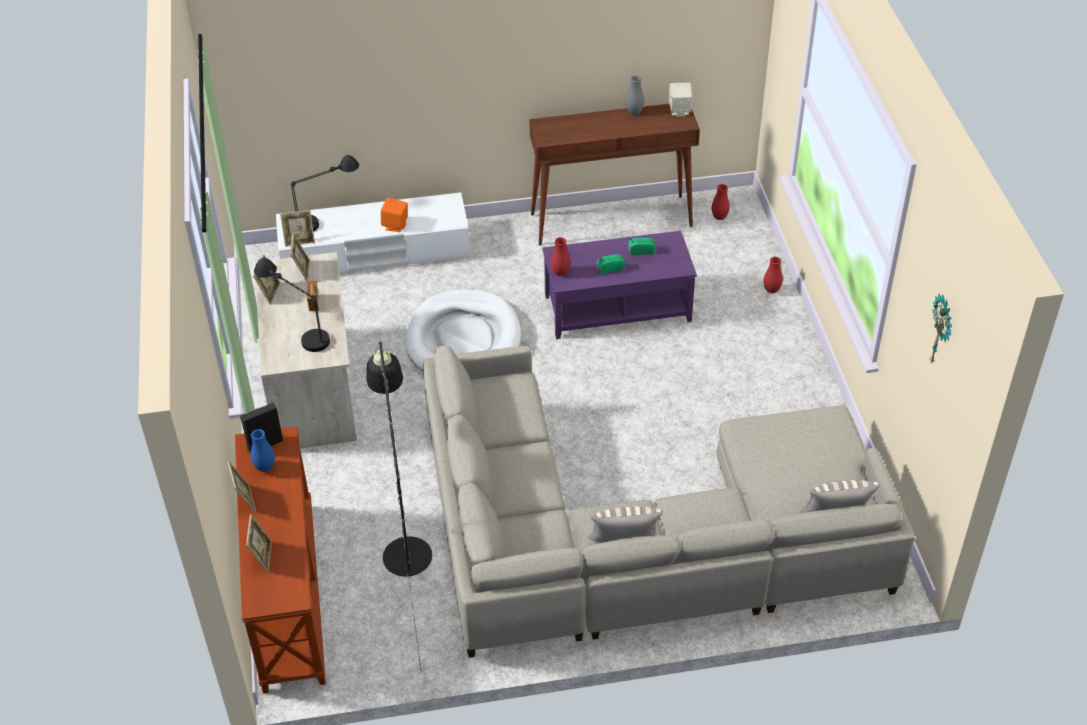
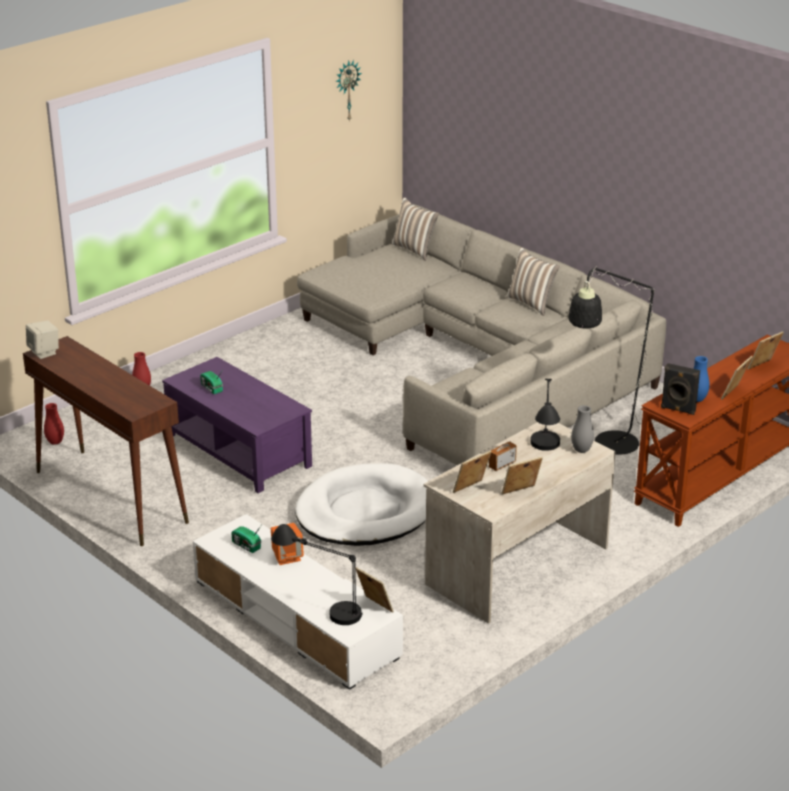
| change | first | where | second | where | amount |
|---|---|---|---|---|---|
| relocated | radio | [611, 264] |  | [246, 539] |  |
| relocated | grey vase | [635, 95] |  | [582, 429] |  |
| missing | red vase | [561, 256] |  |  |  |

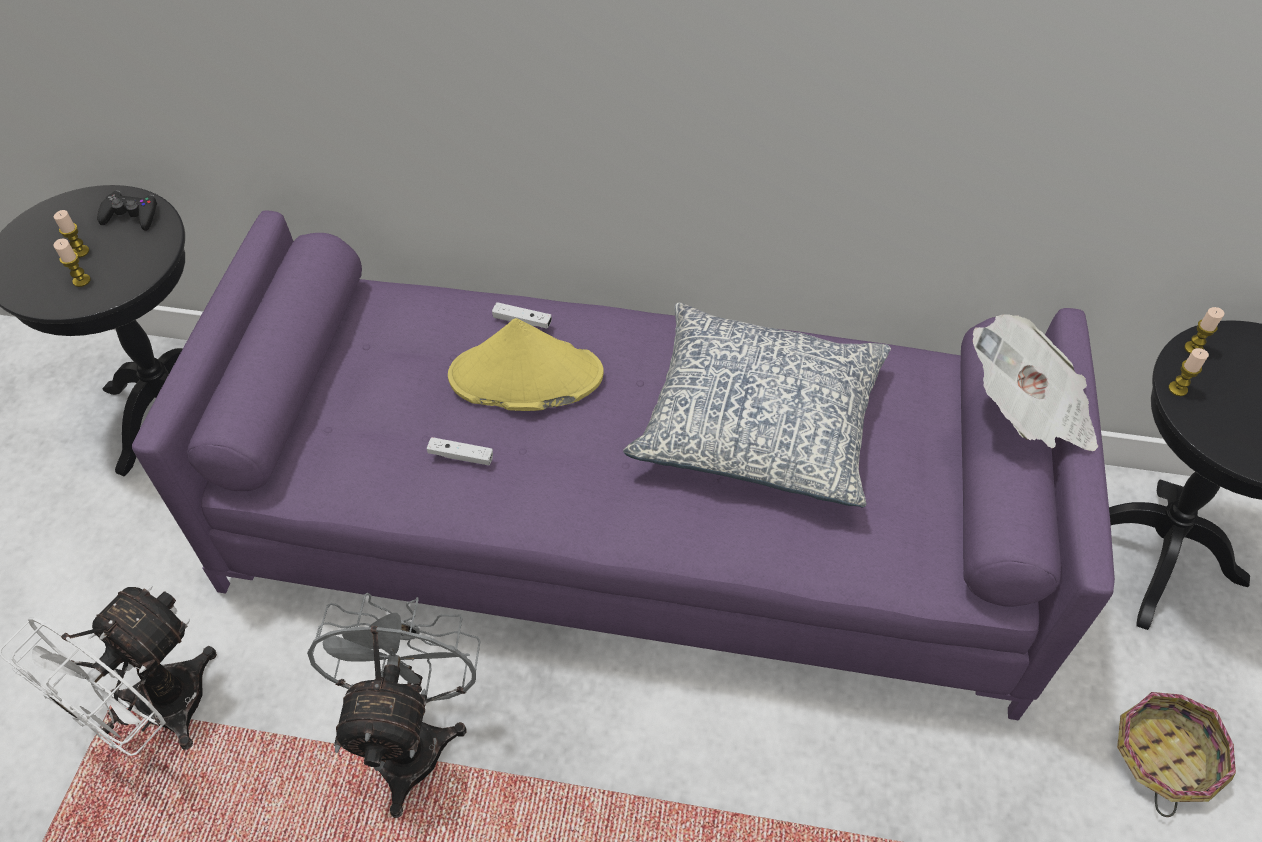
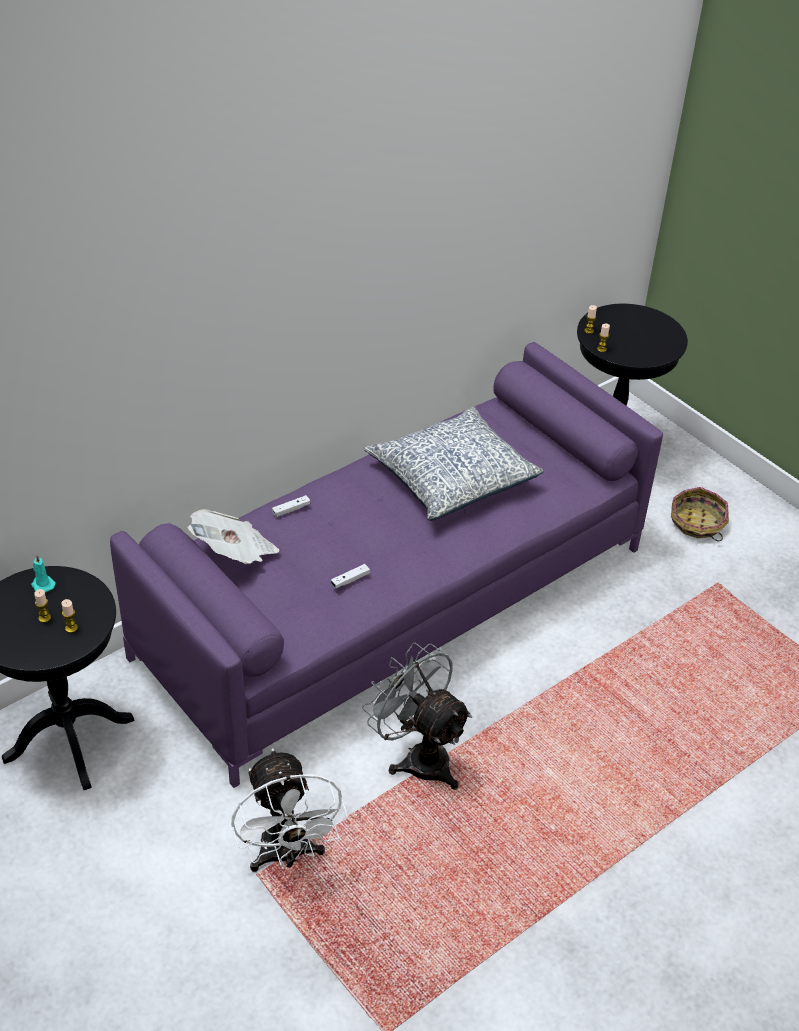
| change | first | where | second | where | amount |
|---|---|---|---|---|---|
| exchanged | black game controller | [127, 210] | turquoise candle | [43, 574] |  |
| relocated | newspaper | [1035, 382] |  | [233, 536] |  |
| missing | yellow hat | [526, 364] |  |  |  |

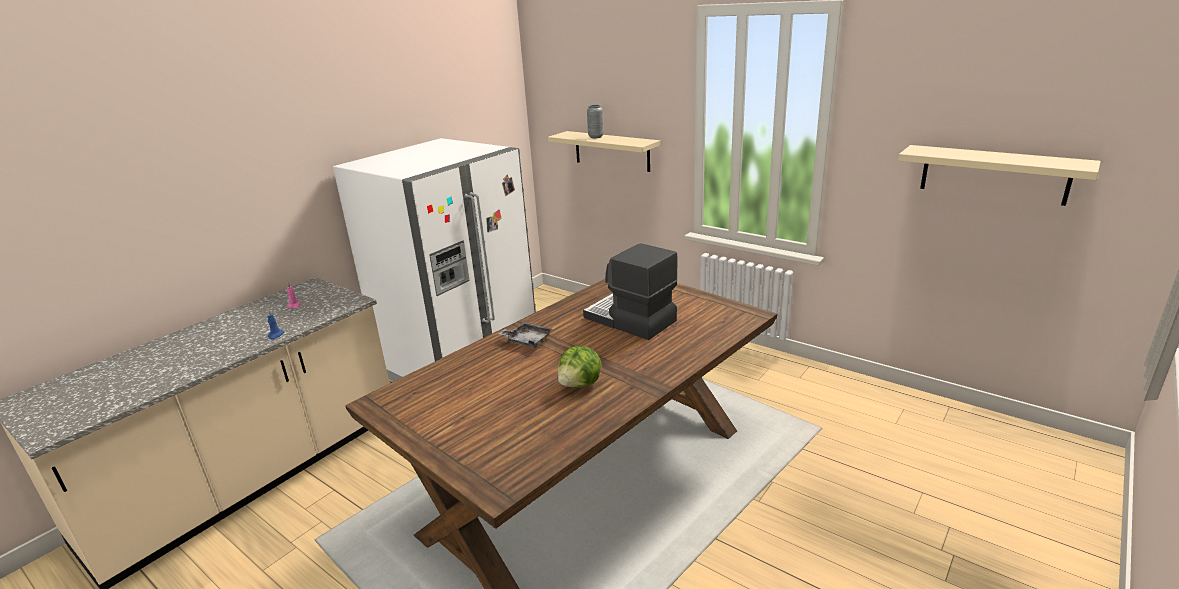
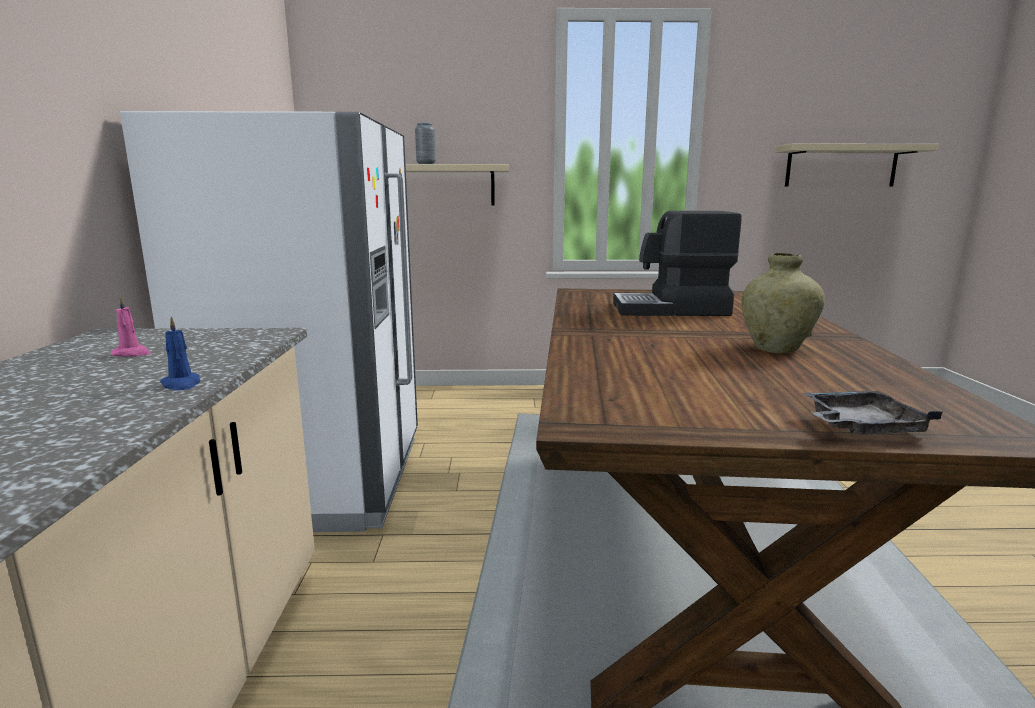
| change | first | where | second | where | amount |
|---|---|---|---|---|---|
| exchanged | lettuce | [579, 367] | beige vase | [783, 303] |  |
| relocated | grey tray | [525, 335] |  | [872, 413] |  |

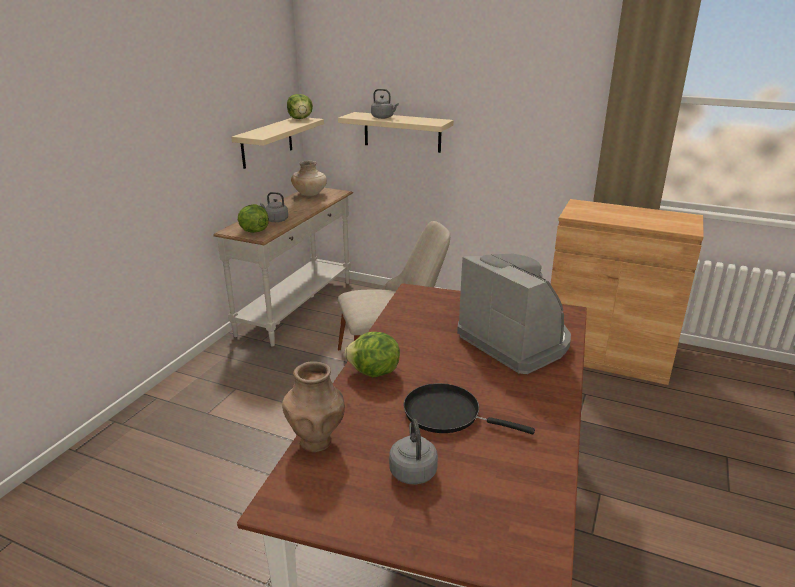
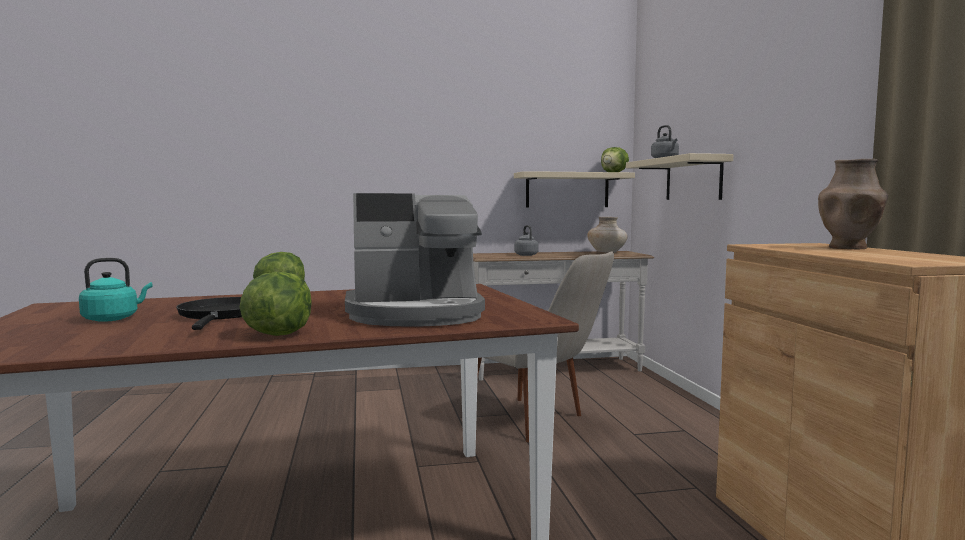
| change | first | where | second | where | amount |
|---|---|---|---|---|---|
| colour | grey kettle | [413, 451] | turquoise kettle | [115, 290] |  |
| relocated | lettuce | [253, 218] |  | [276, 304] |  |
| spun | coffee machine | [514, 314] |  | [415, 260] | 60 degrees clockwise |
| relocated | brown vase | [313, 406] |  | [853, 204] |  |

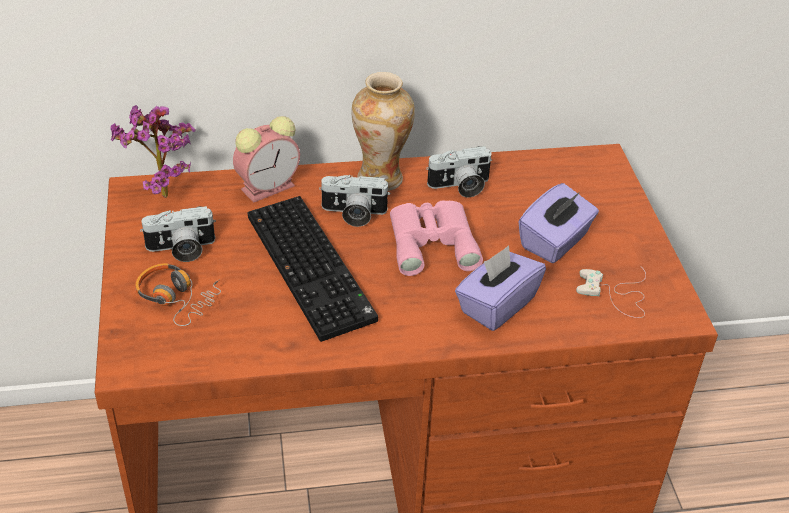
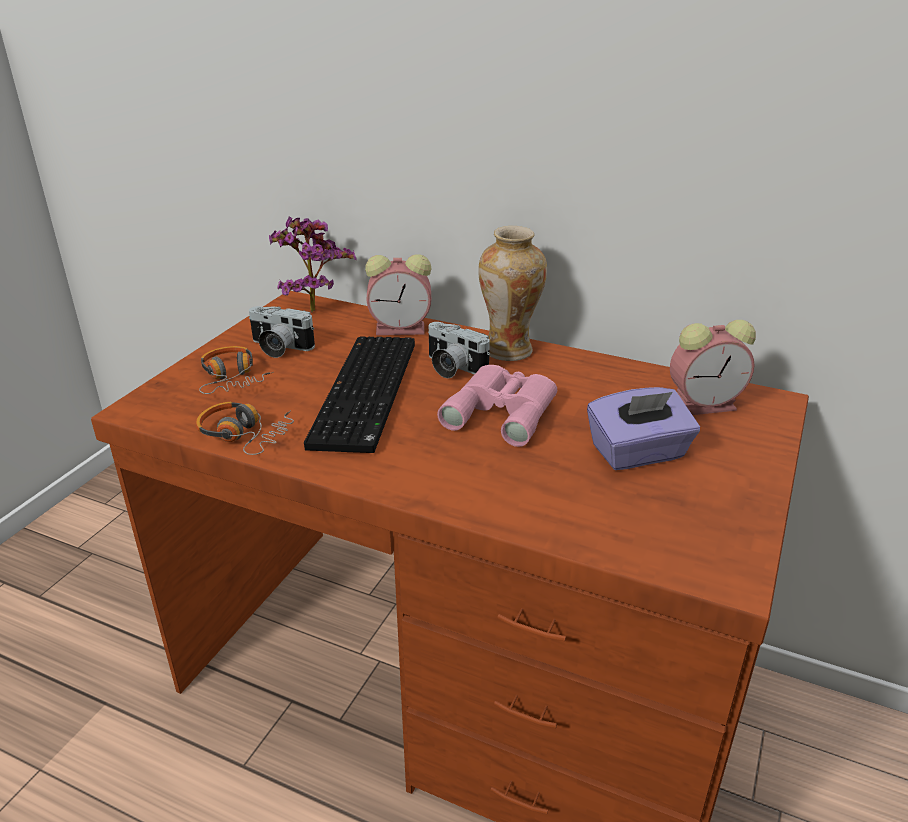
| change | first | where | second | where | amount |
|---|---|---|---|---|---|
| appeared |  |  | headphones | [245, 428] |  |
| appeared |  |  | alarm clock | [713, 367] |  |
| missing | photo camera | [459, 171] |  |  |  |
| missing | purple tissue box | [500, 288] |  |  |  |
| missing | white game controller | [611, 292] |  |  |  |

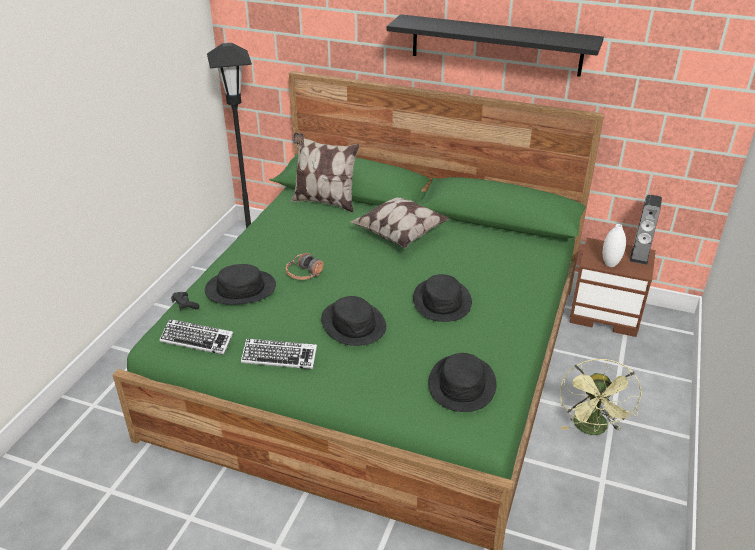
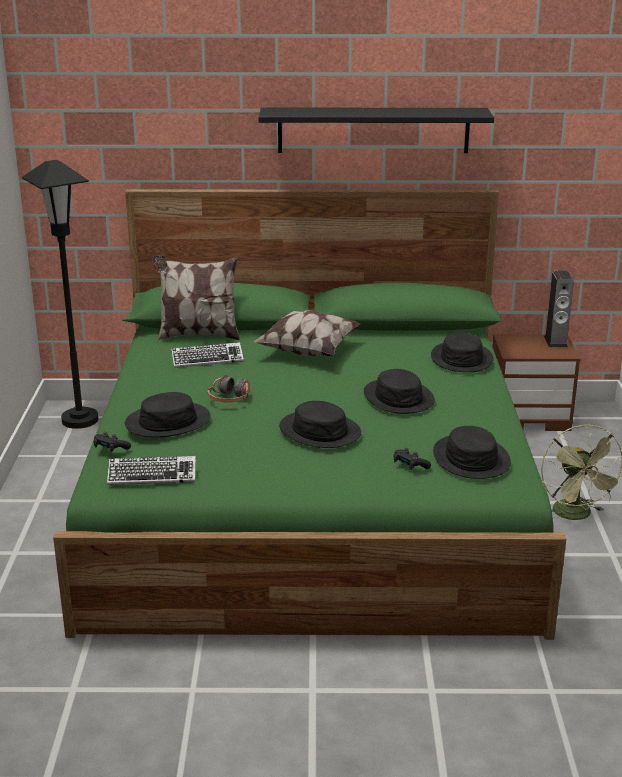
| change | first | where | second | where | amount |
|---|---|---|---|---|---|
| relocated | keyboard | [279, 353] |  | [207, 355] |  |
| appeared |  |  | black game controller | [412, 459] |  |
| appeared |  |  | black hat | [462, 352] |  |
| missing | white vase | [614, 245] |  |  |  |

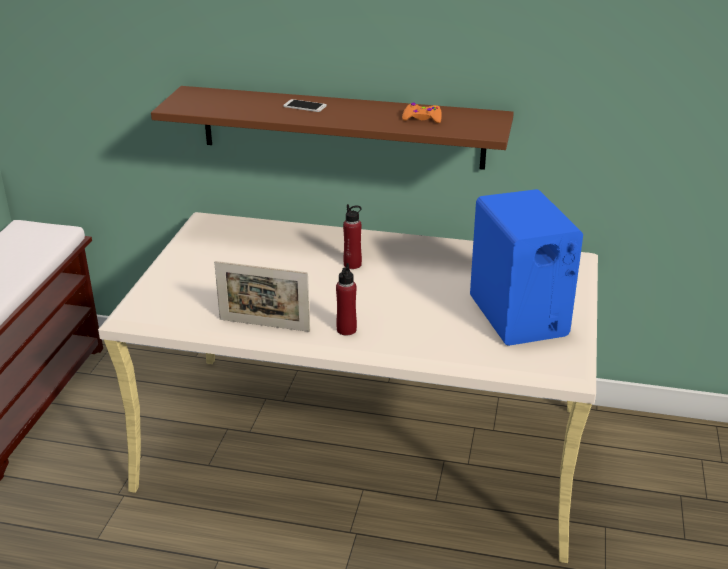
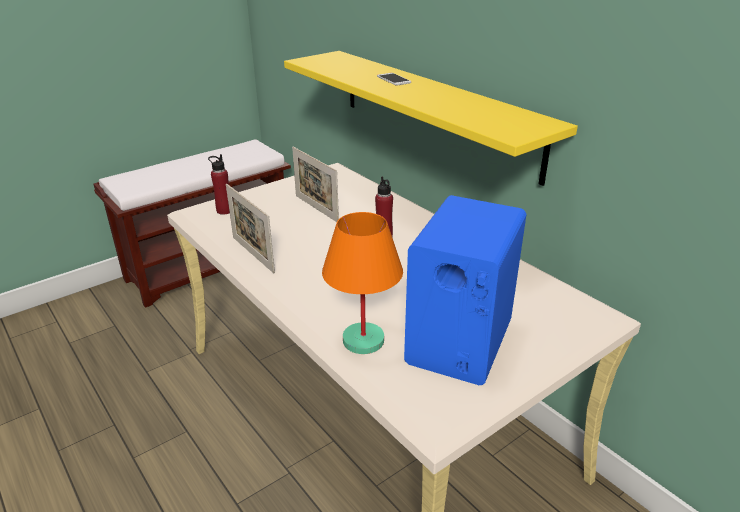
| change | first | where | second | where | amount |
|---|---|---|---|---|---|
| relocated | red bottle | [346, 299] |  | [219, 184] |  |
| colour | brown shelf | [332, 128] | yellow shelf | [431, 118] |  |
| appeared |  |  | picture frame | [315, 184] |  |
| appeared |  |  | orange table lamp | [362, 283] |  |
| missing | orange game controller | [422, 113] |  |  |  |

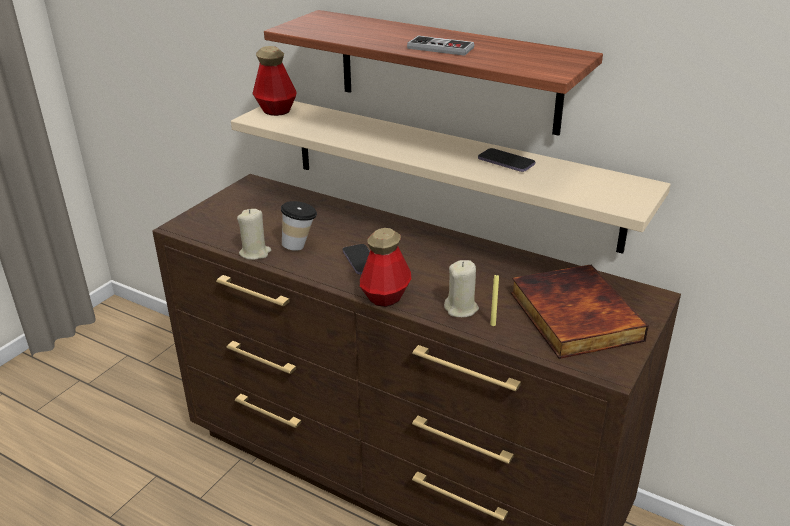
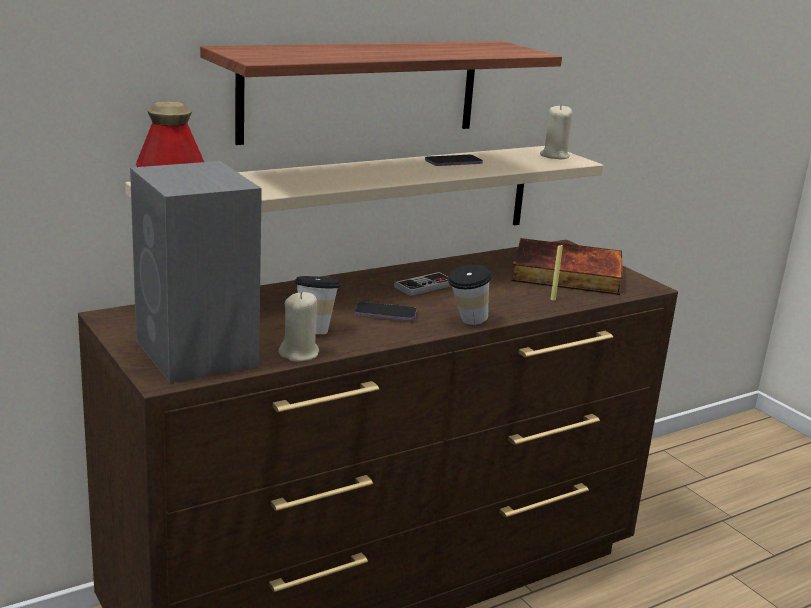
| change | first | where | second | where | amount |
|---|---|---|---|---|---|
| appeared |  |  | grey speaker | [196, 272] |  |
| relocated | game controller | [440, 46] |  | [422, 284] |  |
| exchanged | bottle | [385, 267] | cup | [470, 295] |  |
| relocated | beige candle | [461, 288] |  | [556, 131] |  |

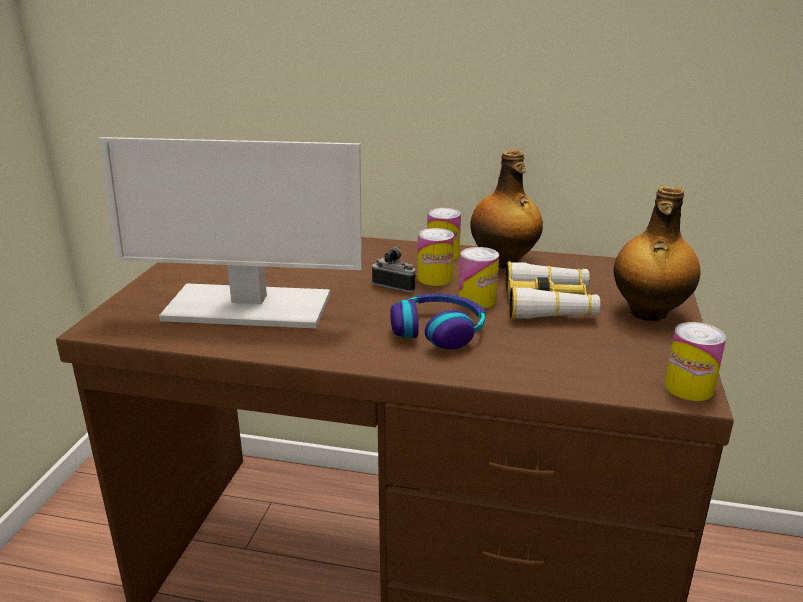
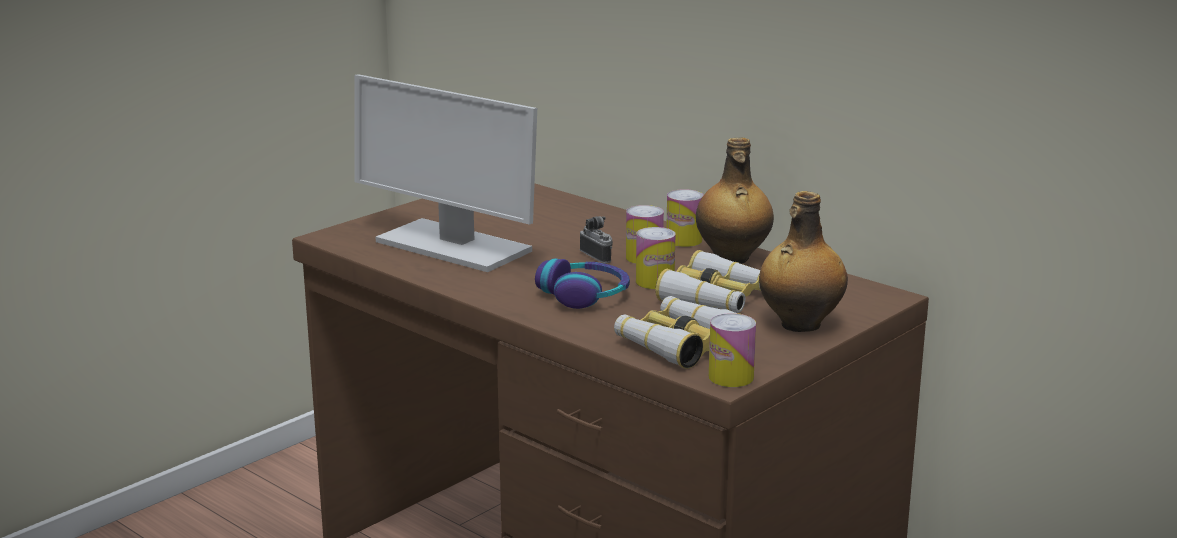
| change | first | where | second | where | amount |
|---|---|---|---|---|---|
| appeared |  |  | binoculars | [678, 332] |  |

